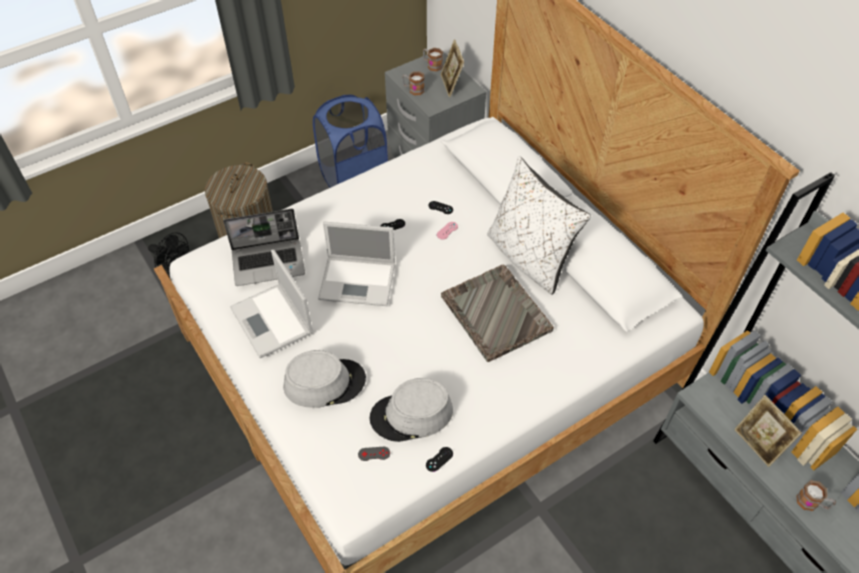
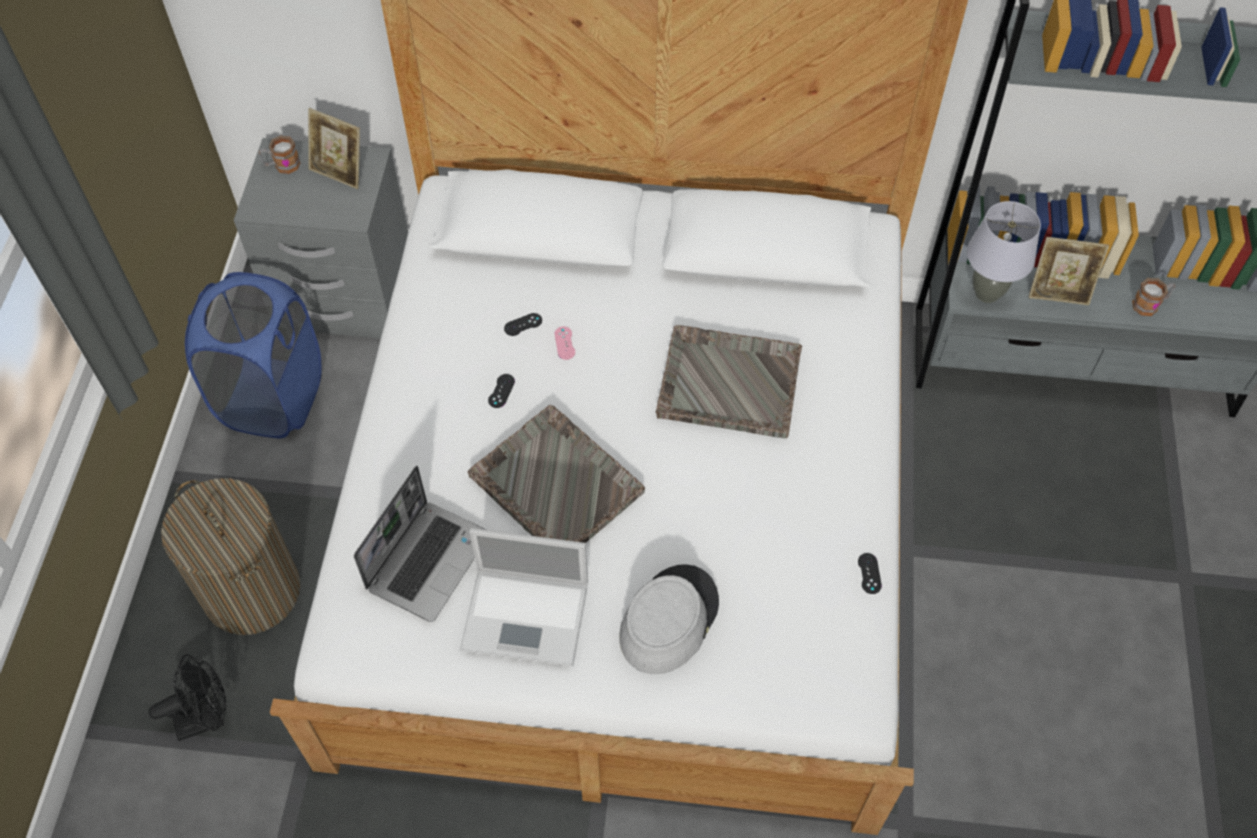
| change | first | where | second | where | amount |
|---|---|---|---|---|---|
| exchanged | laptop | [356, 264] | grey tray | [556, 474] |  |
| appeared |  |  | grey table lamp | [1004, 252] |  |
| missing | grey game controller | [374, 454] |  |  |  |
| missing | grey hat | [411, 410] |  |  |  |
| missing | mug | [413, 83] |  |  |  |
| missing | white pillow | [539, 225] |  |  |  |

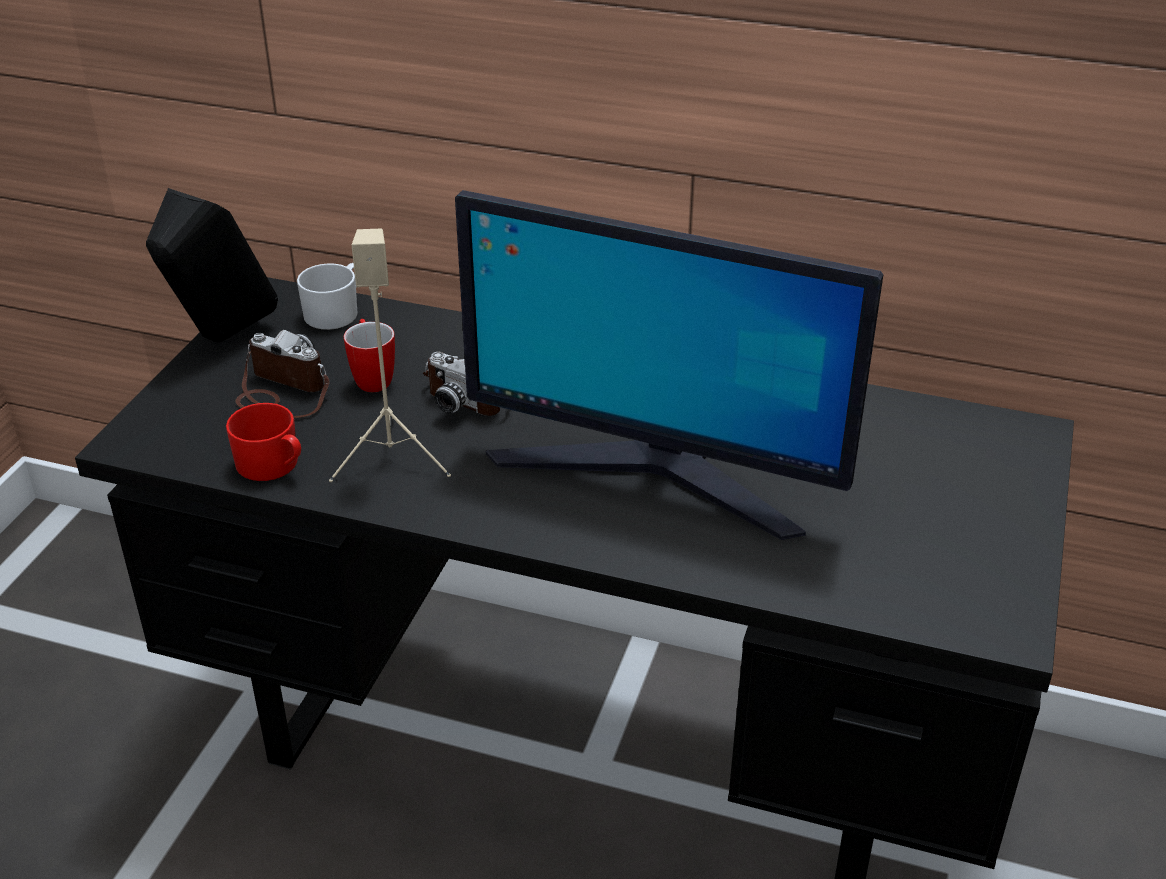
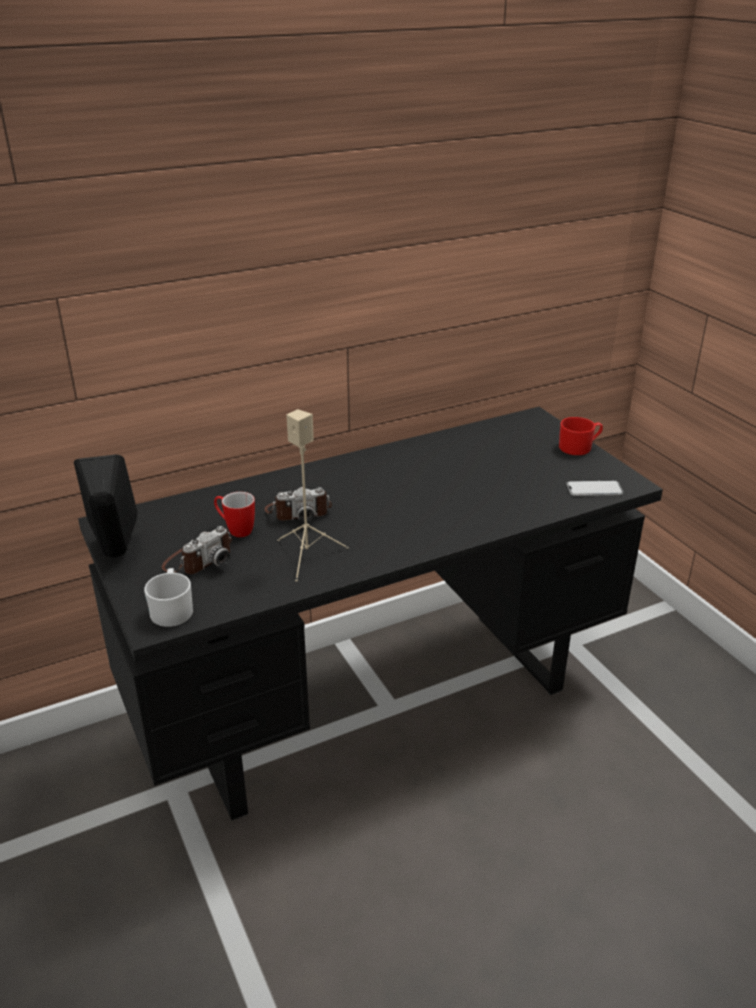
| change | first | where | second | where | amount |
|---|---|---|---|---|---|
| relocated | white mug | [327, 296] |  | [168, 597] |  |
| spun | photo camera | [282, 374] |  | [197, 550] | 150 degrees clockwise |
| relocated | red mug | [263, 442] |  | [581, 436] |  |
| appeared |  |  | phone | [595, 488] |  |
| missing | monitor | [669, 365] |  |  |  |

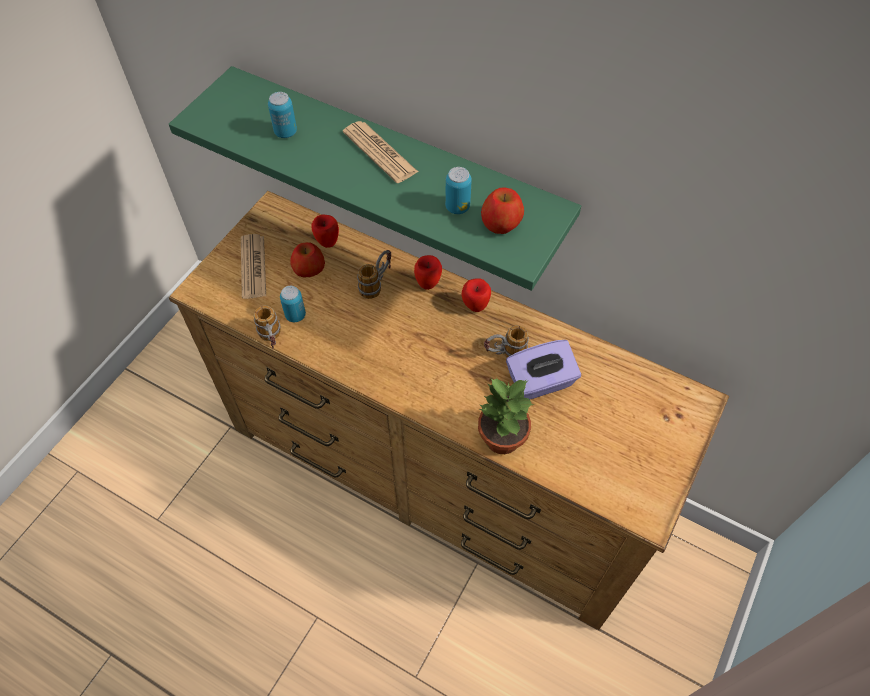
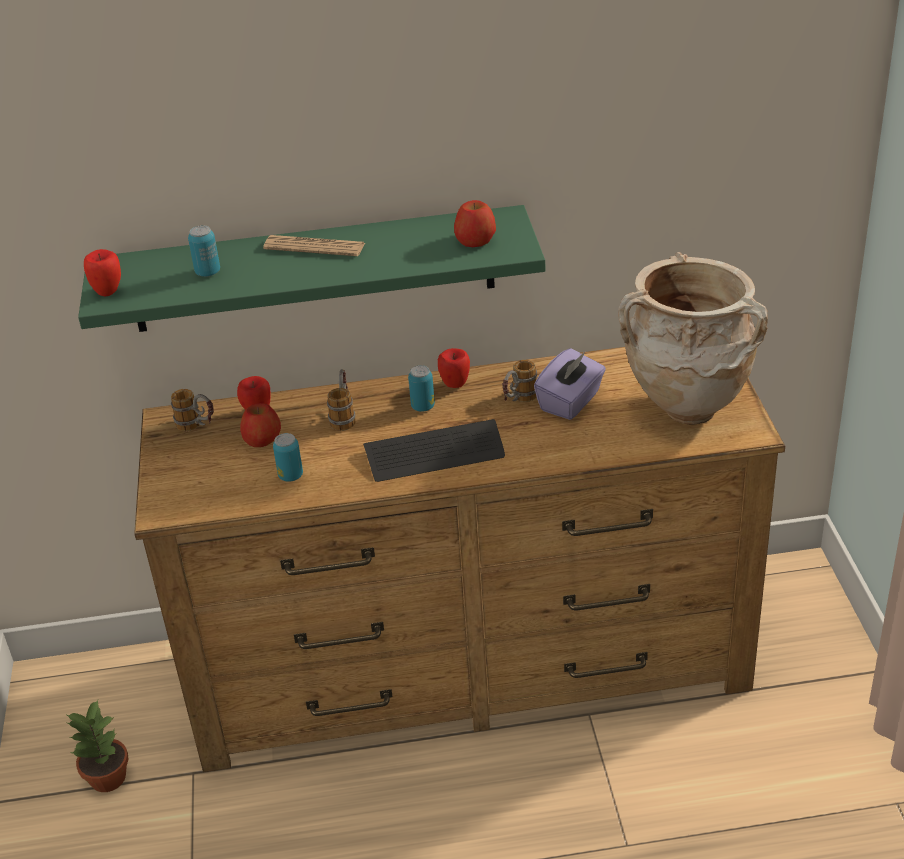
| change | first | where | second | where | amount |
|---|---|---|---|---|---|
| relocated | potted plant | [506, 416] |  | [98, 746] |  |
| relocated | apple | [428, 272] |  | [102, 272] |  |
| relocated | mug | [267, 327] |  | [192, 410] |  |
| appeared |  |  | keyboard | [434, 450] |  |
| relocated | can | [458, 190] |  | [421, 388] |  |
| appeared |  |  | beige vase | [693, 338] |  |
| missing | newspaper | [253, 266] |  |  |  |

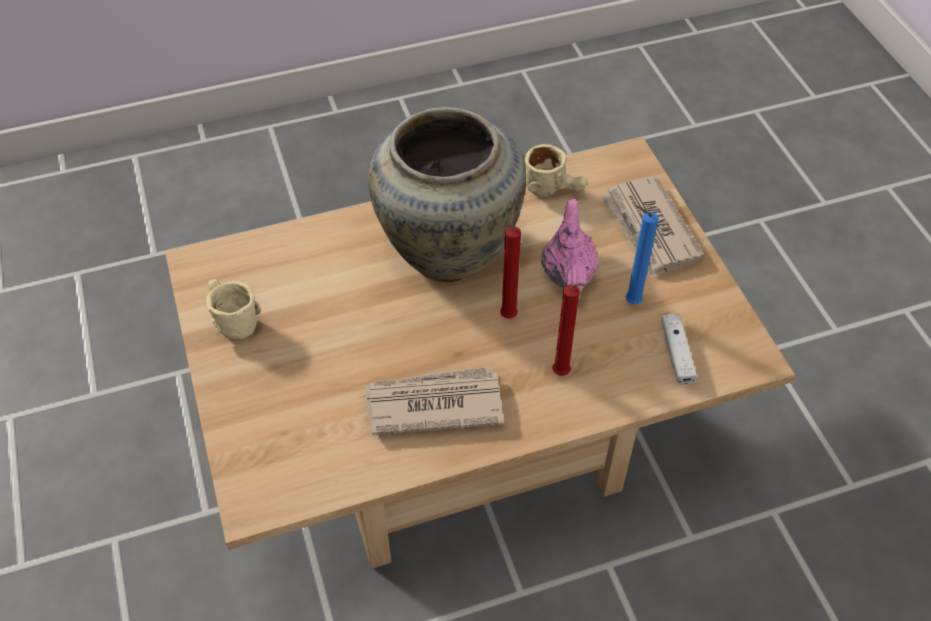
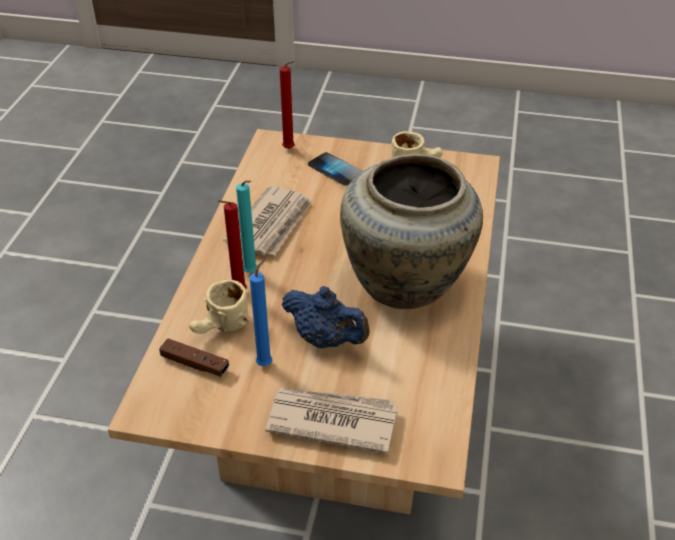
| change | first | where | second | where | amount |
|---|---|---|---|---|---|
| colour | white game controller | [679, 349] | brown game controller | [194, 357] |  |
| relocated | beige mug | [556, 170] |  | [219, 307] |  |
| appeared |  |  | turquoise candle | [246, 226] |  |
| relocated | red candle | [510, 264] |  | [287, 105] |  |
| colour | pink teapot | [570, 246] | blue teapot | [326, 317] |  |
| appeared |  |  | phone | [335, 169] |  |

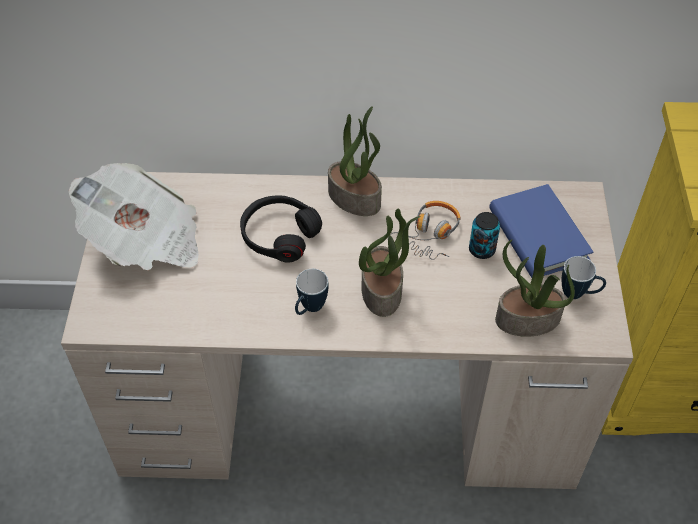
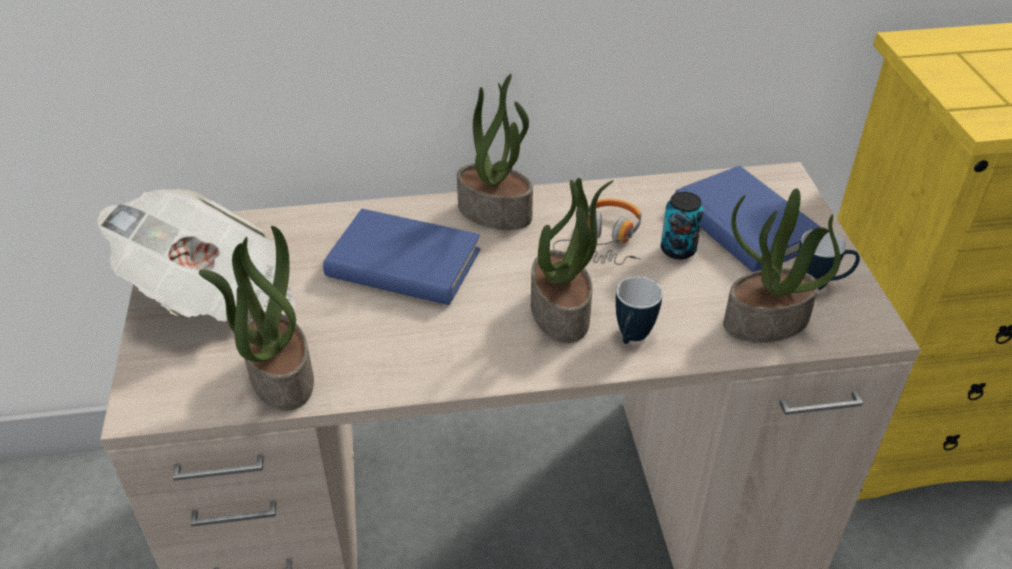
| change | first | where | second | where | amount |
|---|---|---|---|---|---|
| appeared |  |  | potted plant | [256, 318] |  |
| exchanged | black headphones | [281, 229] | blue book | [401, 257] |  |
| relocated | mug | [312, 292] |  | [639, 310] |  |

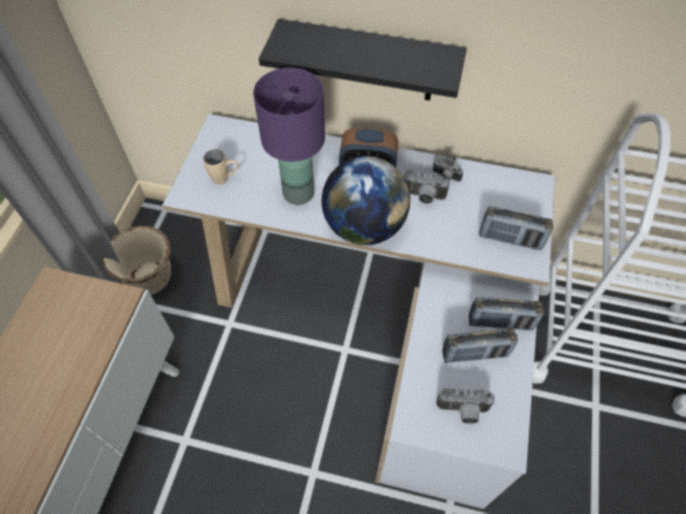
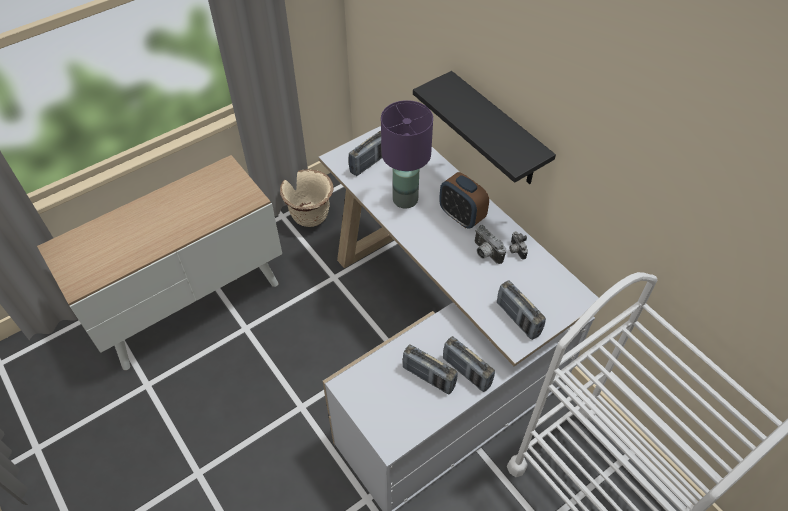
| change | first | where | second | where | amount |
|---|---|---|---|---|---|
| exchanged | beige mug | [221, 166] | radio | [365, 153] |  |
| missing | globe | [365, 200] |  |  |  |
| missing | photo camera | [465, 406] |  |  |  |

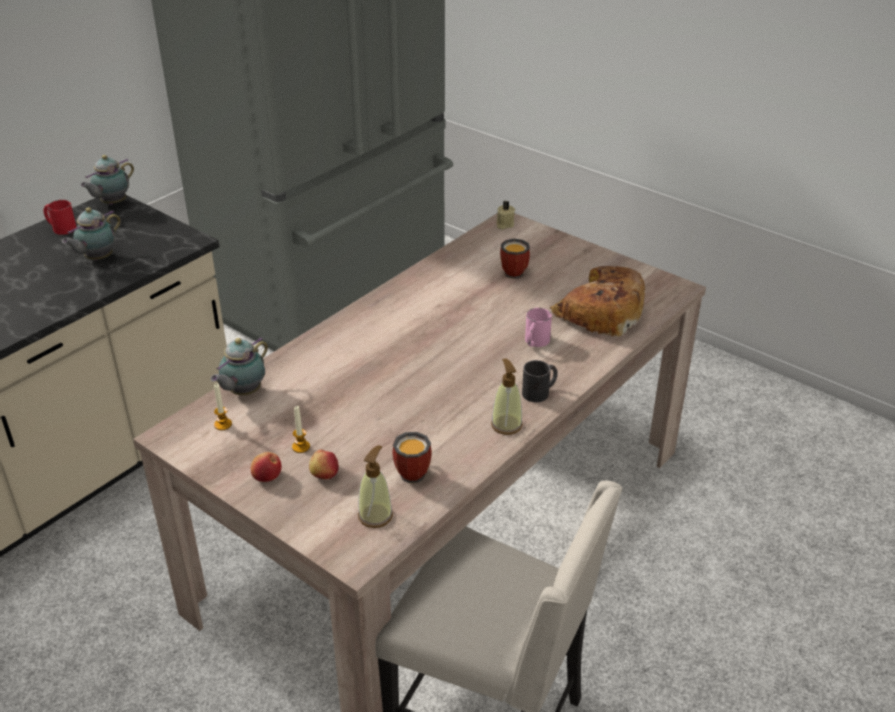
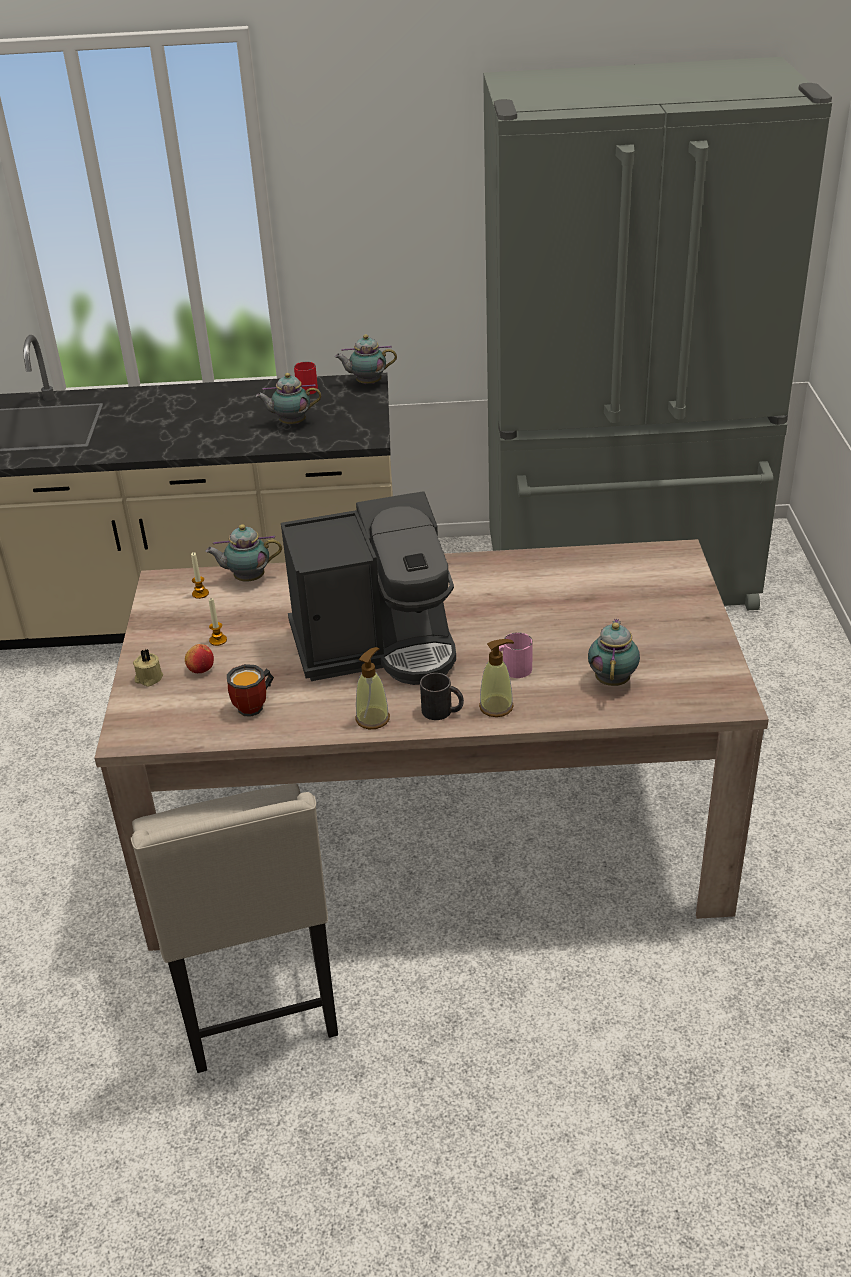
| change | first | where | second | where | amount |
|---|---|---|---|---|---|
| relocated | beige candle | [506, 215] |  | [148, 668] |  |
| appeared |  |  | coffee machine | [368, 588] |  |
| relocated | soap dispenser | [375, 486] |  | [496, 678] |  |
| exchanged | bread | [597, 301] | teapot | [614, 652] |  |
| missing | apple | [266, 467] |  |  |  |
| missing | mug | [515, 259] |  |  |  |

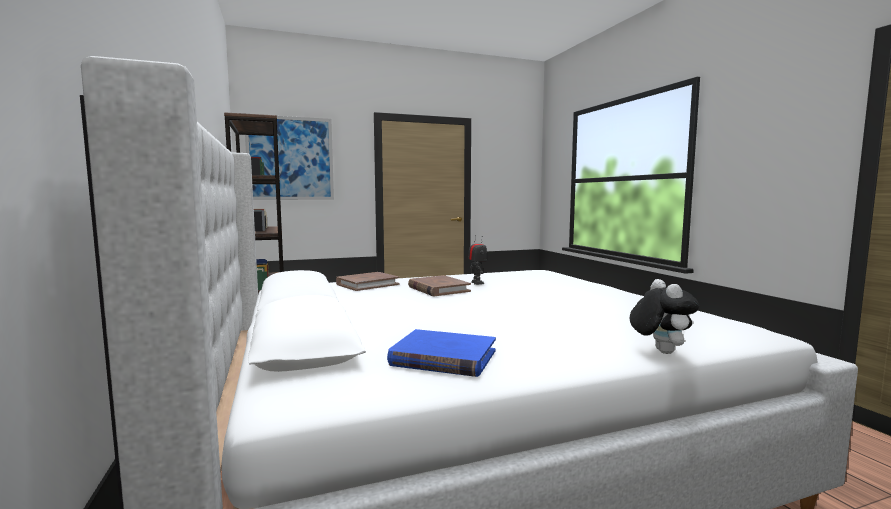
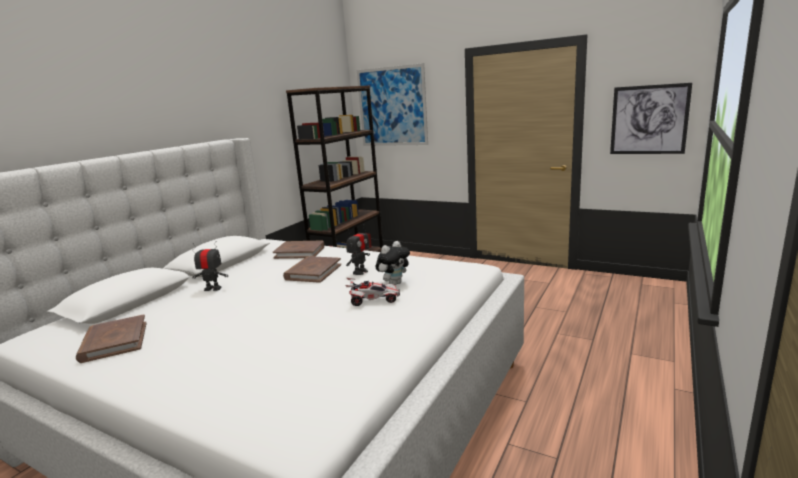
| change | first | where | second | where | amount |
|---|---|---|---|---|---|
| colour | blue book | [441, 353] | brown book | [111, 338] |  |
| appeared |  |  | toy robot | [210, 266] |  |
| appeared |  |  | toy car | [372, 292] |  |
| relocated | plush toy | [664, 316] |  | [393, 263] |  |
| appeared |  |  | picture | [651, 118] |  |

